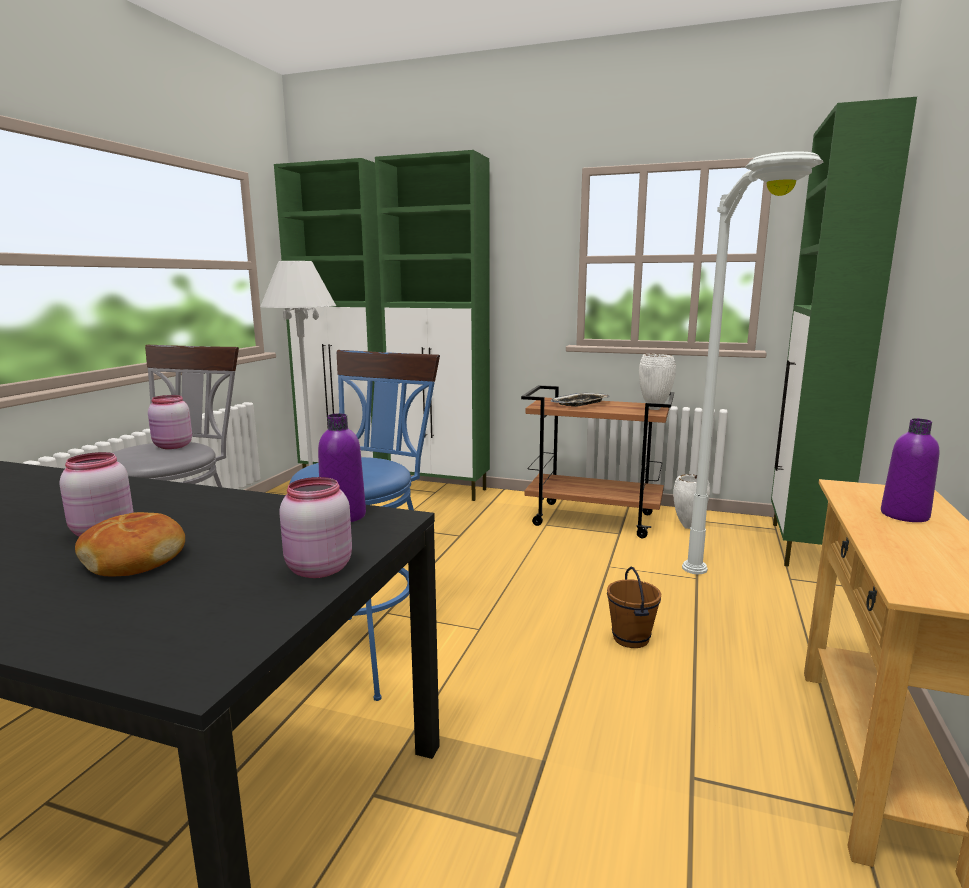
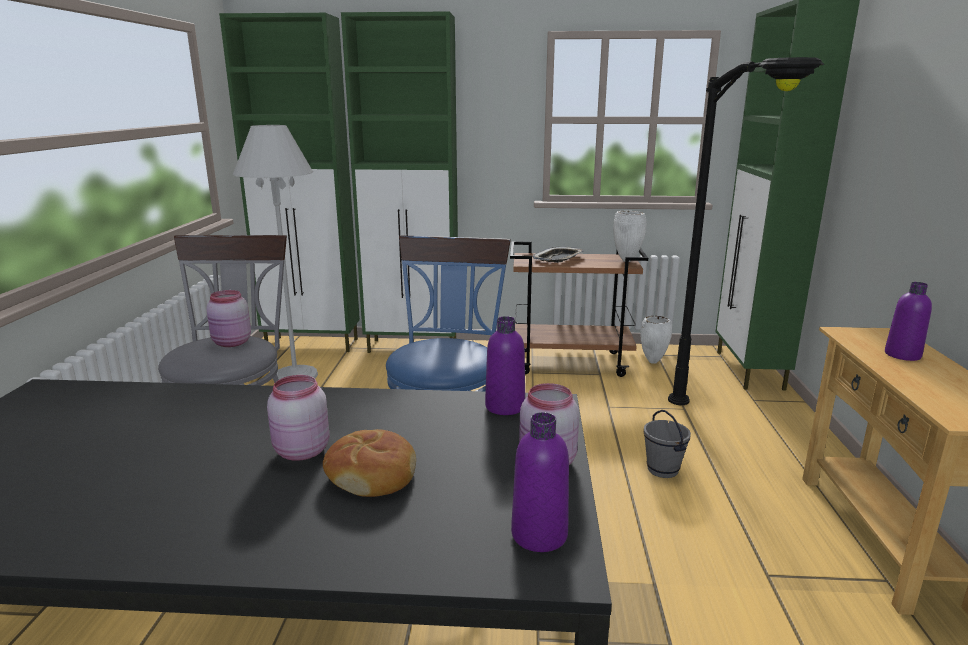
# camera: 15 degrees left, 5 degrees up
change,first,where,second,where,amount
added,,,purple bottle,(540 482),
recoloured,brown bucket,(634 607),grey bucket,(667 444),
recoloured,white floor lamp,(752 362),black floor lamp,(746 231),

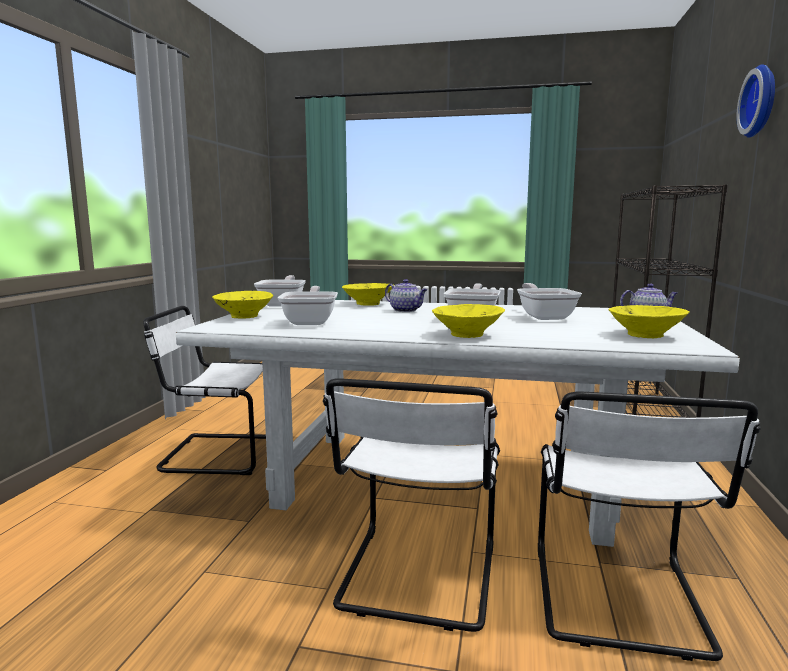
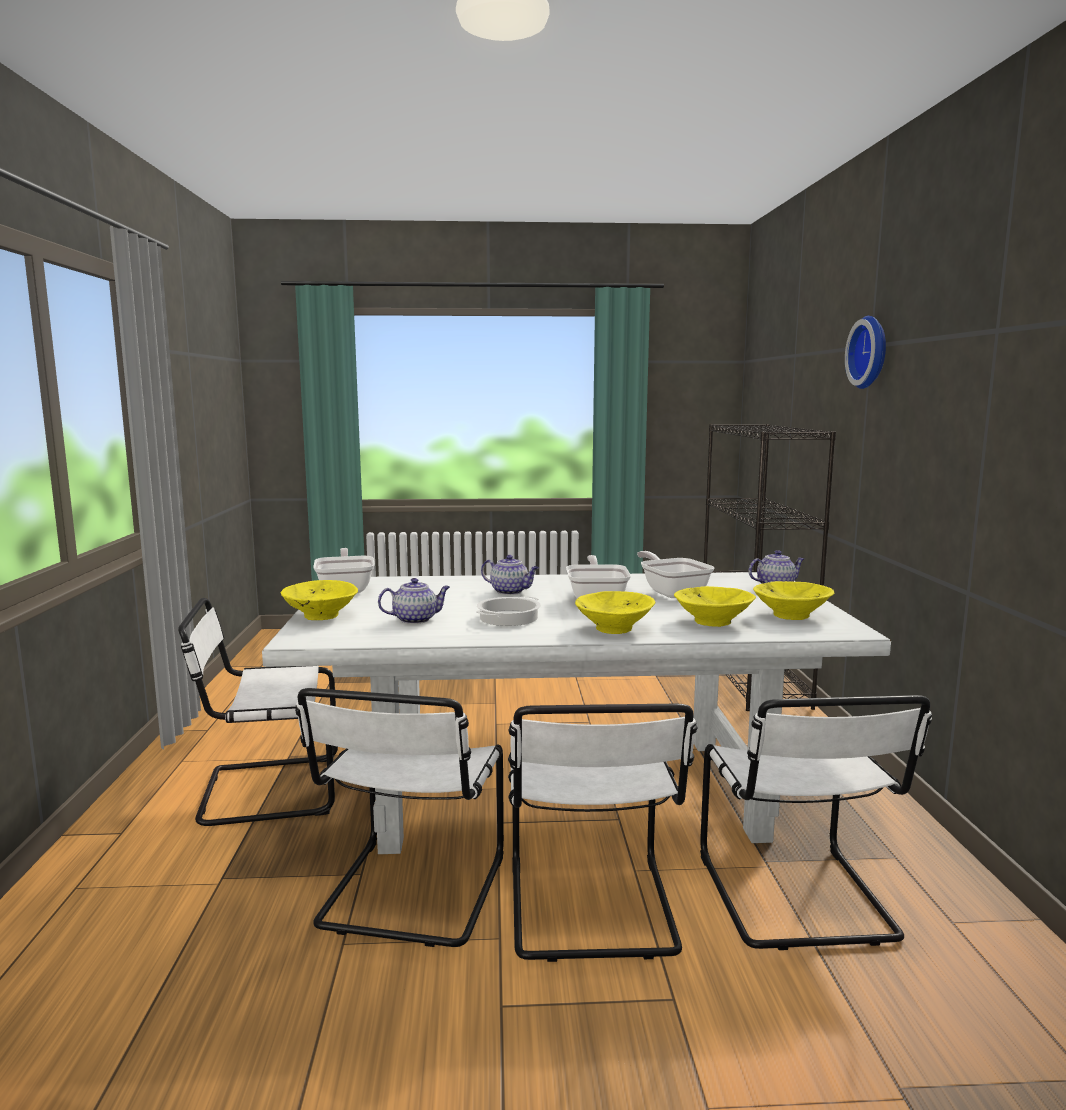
# camera: 15 degrees left, 0 degrees up
change,first,where,second,where,amount
added,,,white chair,(399 817),
replaced,frying pan,(308 305),teapot,(414 601),
added,,,cooking pot,(508 611),
moved,yellow bowl,(367 294),,(715 606),

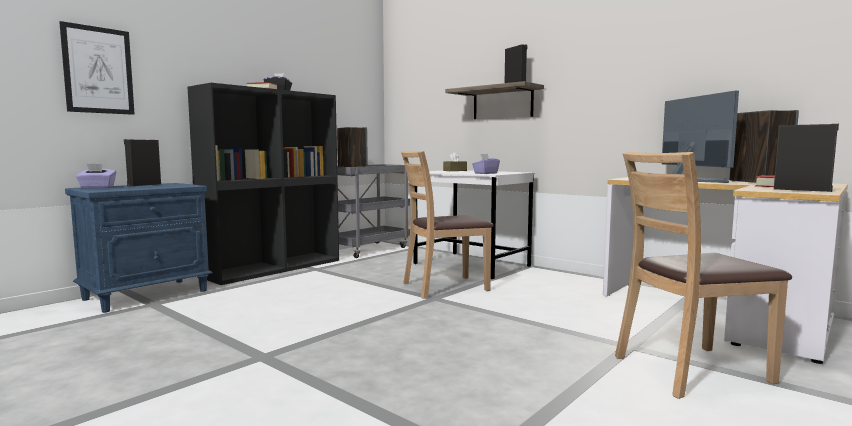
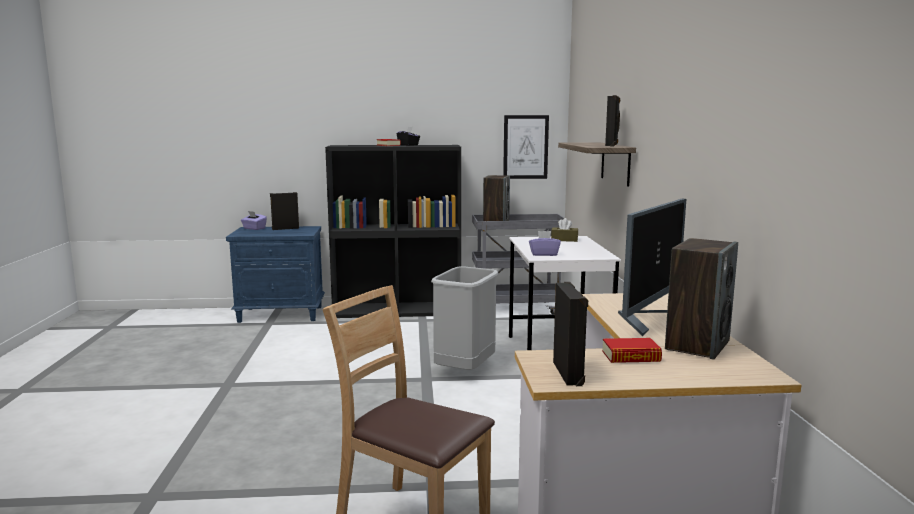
# camera: 45 degrees right, 5 degrees up
change,first,where,second,where,amount
replaced,brown chair,(447 225),grey trash can,(464 318),
moved,picture,(97 68),,(526 147),

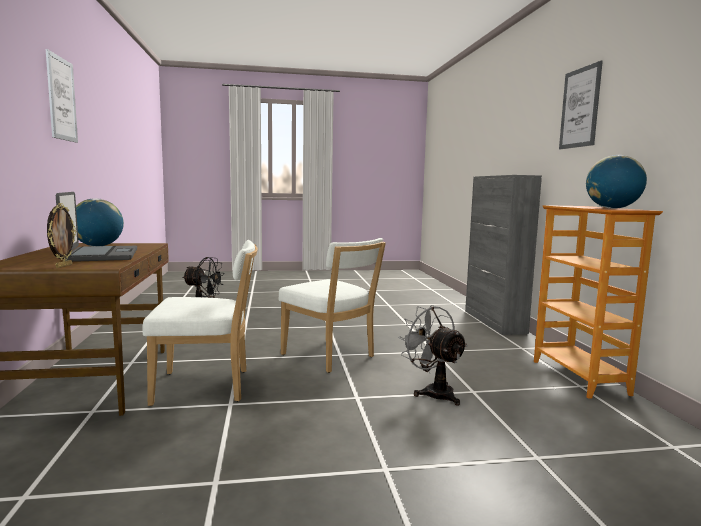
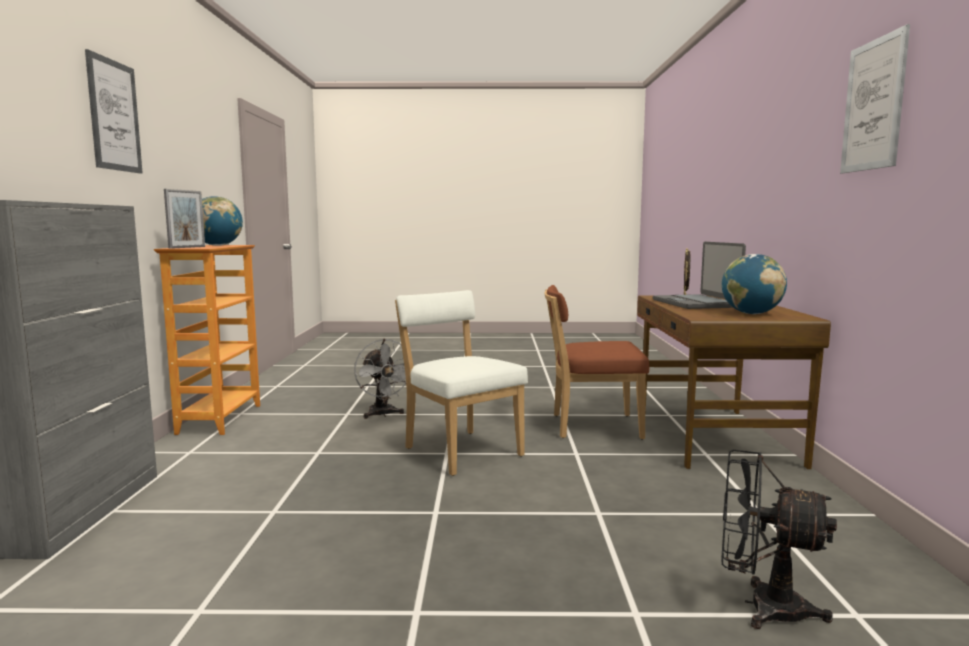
# camera: 170 degrees left, 0 degrees up
change,first,where,second,where,amount
added,,,picture frame,(184 219),
recoloured,white chair,(200 323),brown chair,(596 362),

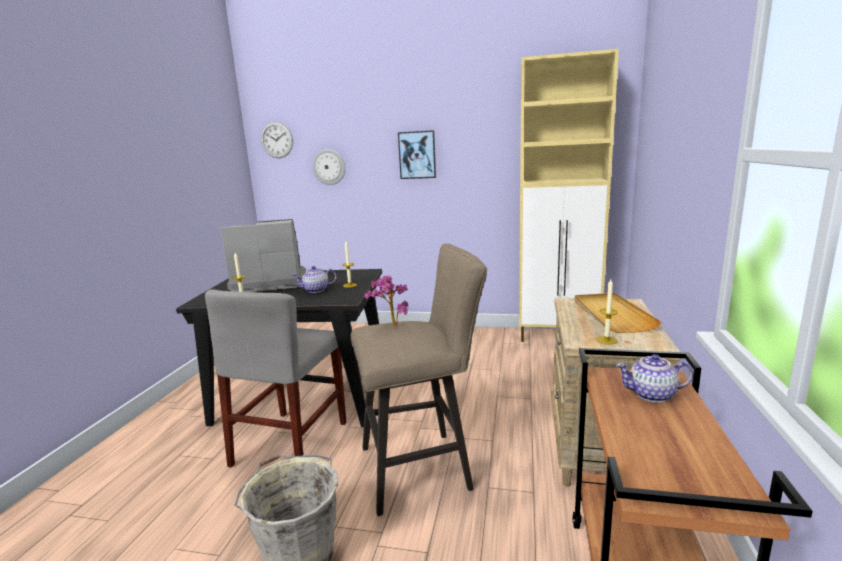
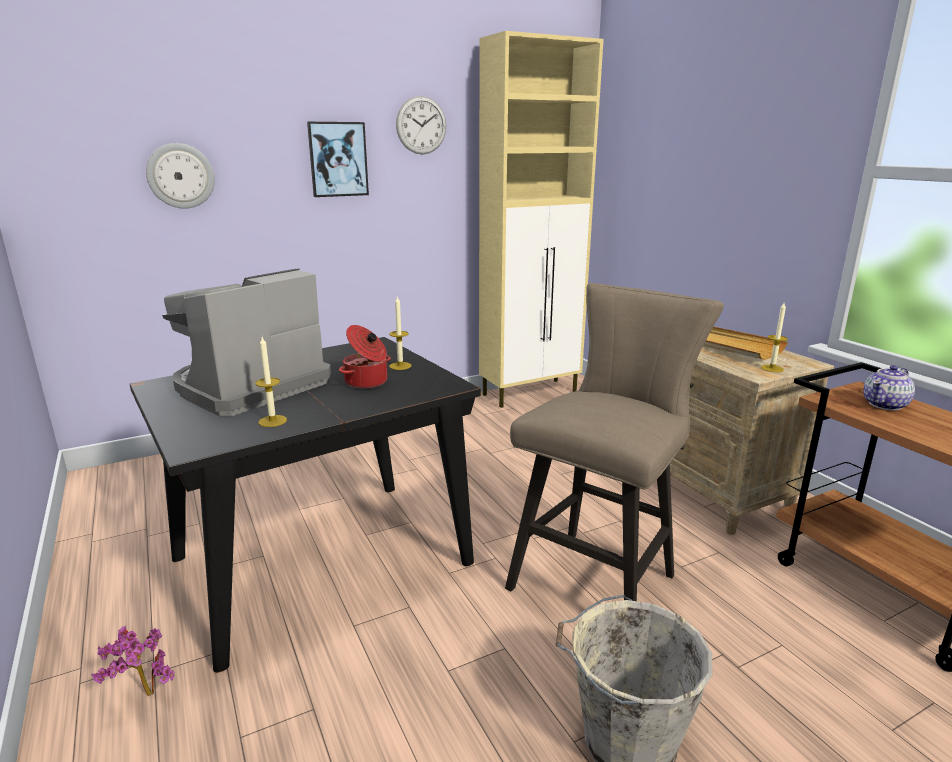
# camera: 40 degrees left, 5 degrees up
change,first,where,second,where,amount
moved,potted plant,(386 301),,(133 661),
replaced,teapot,(314 279),cooking pot,(365 357),
moved,wall clock,(277 140),,(421 125),
removed,grey chair,(275 378),,,

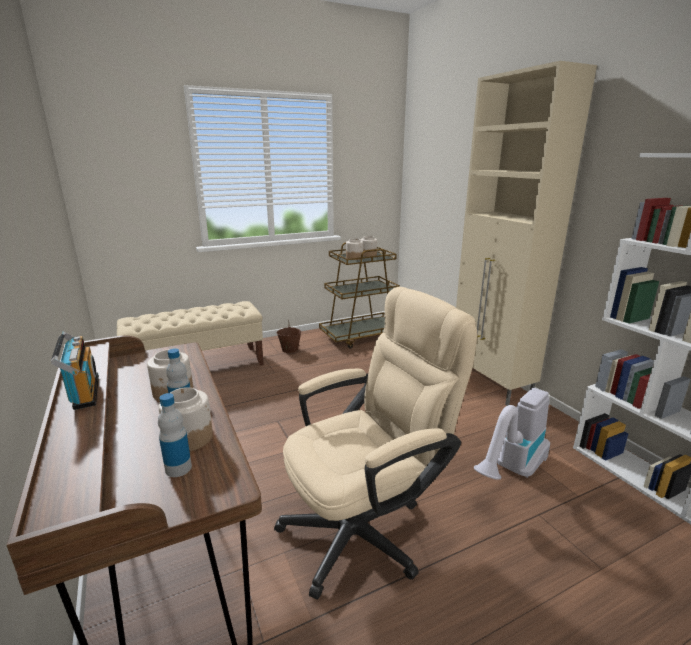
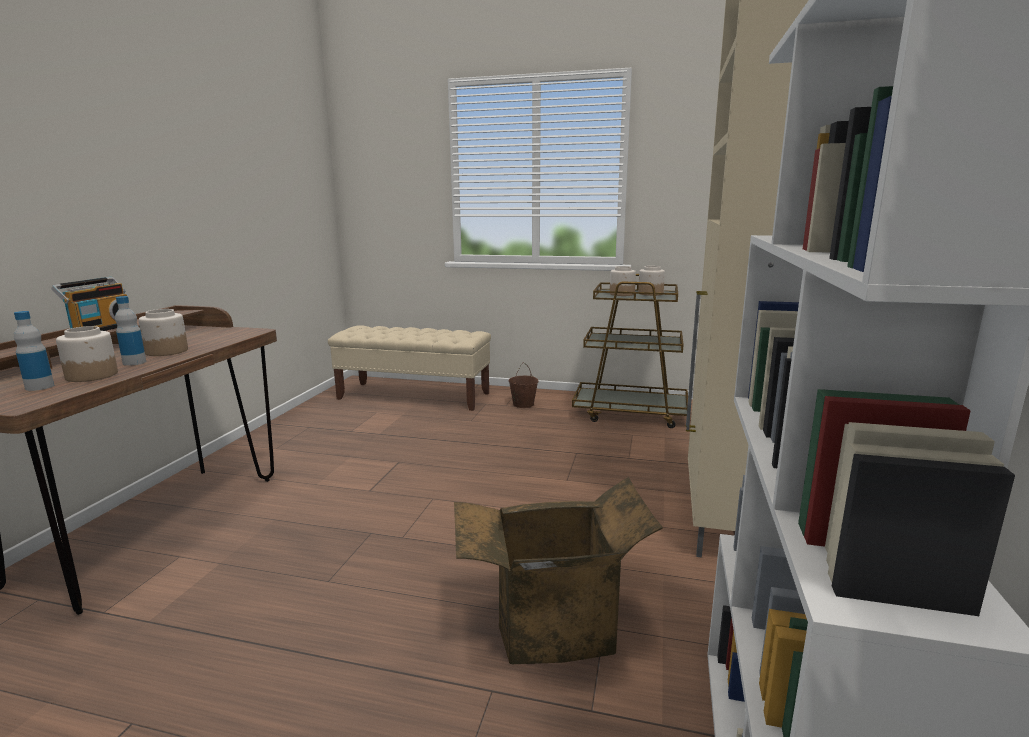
# camera: 40 degrees right, 5 degrees down
change,first,where,second,where,amount
replaced,vacuum cleaner,(512 434),cardboard box,(558 570),
removed,beige office chair,(376 443),,,

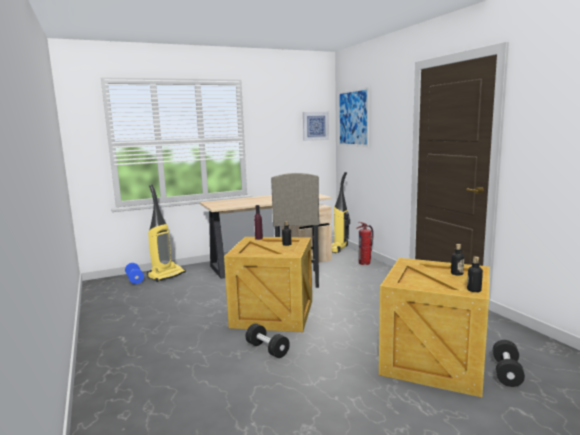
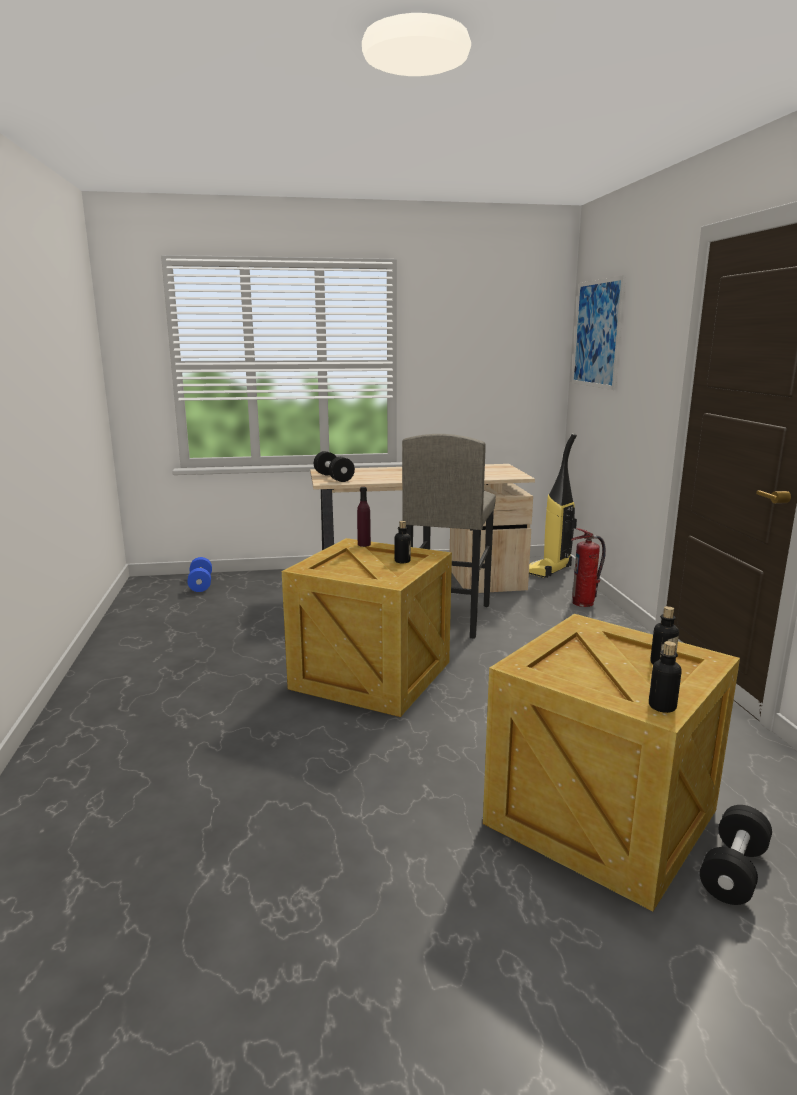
# camera: 15 degrees right, 5 degrees up
change,first,where,second,where,amount
moved,black dumbbell,(268 340),,(334 466),
removed,vacuum cleaner,(166 233),,,
removed,picture,(316 126),,,

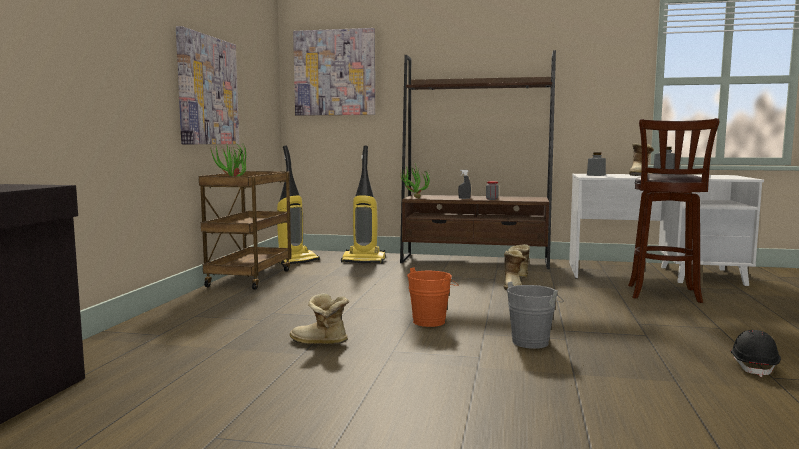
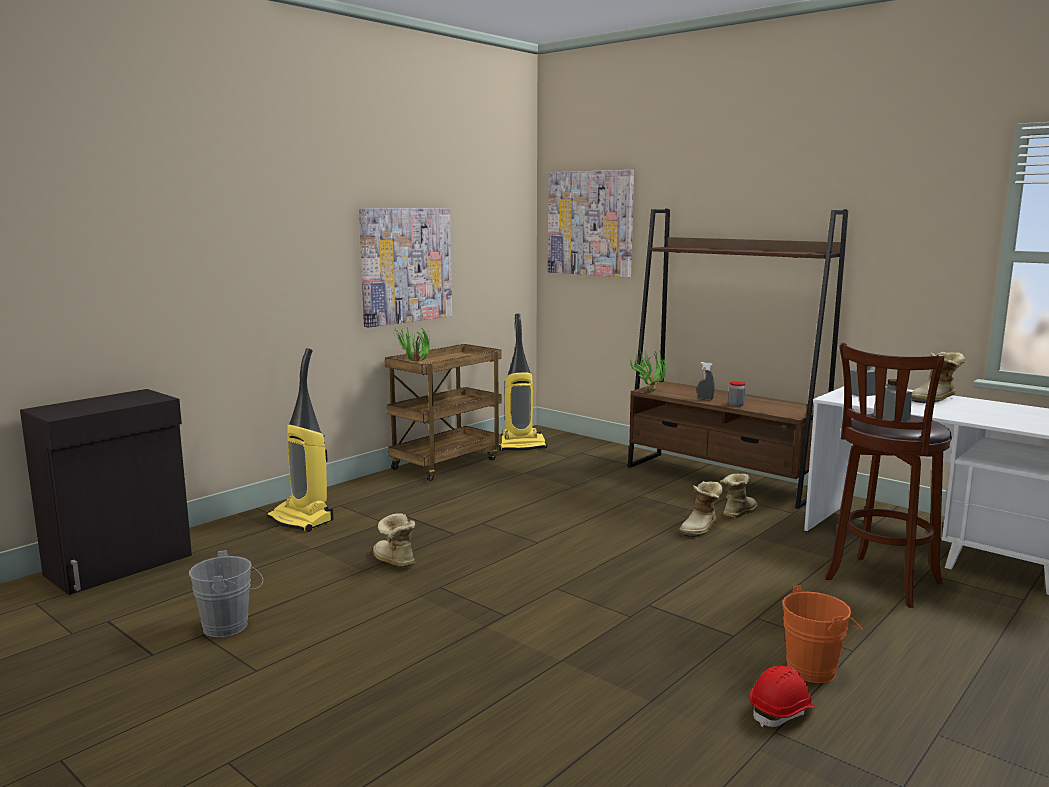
# camera: 30 degrees right, 5 degrees up
change,first,where,second,where,amount
moved,grey bucket,(535 315),,(226 593),
moved,vacuum cleaner,(363 205),,(300 440),
recoloured,black hard hat,(755 353),red hard hat,(782 696),
moved,orange bucket,(433 297),,(822 634),

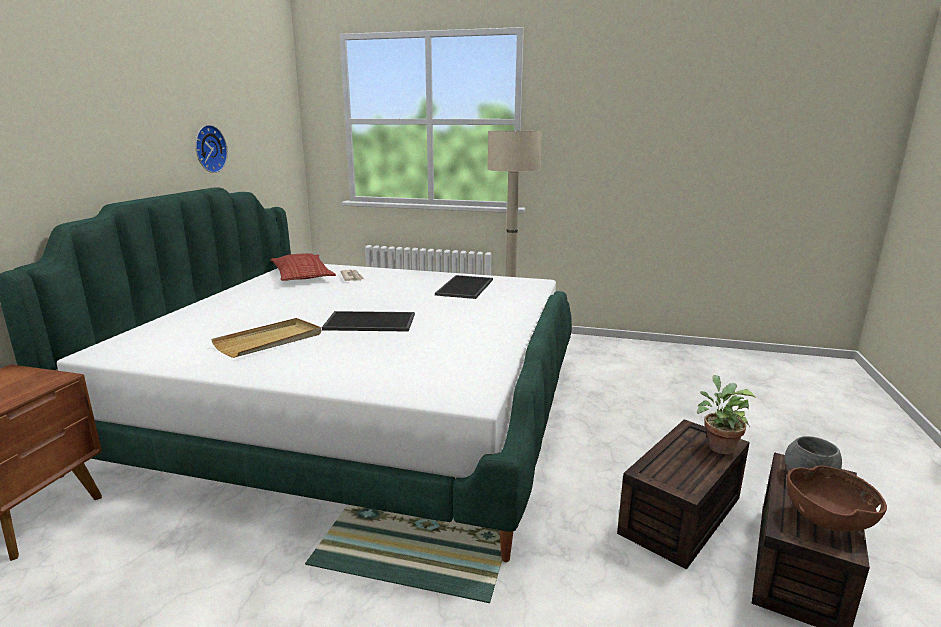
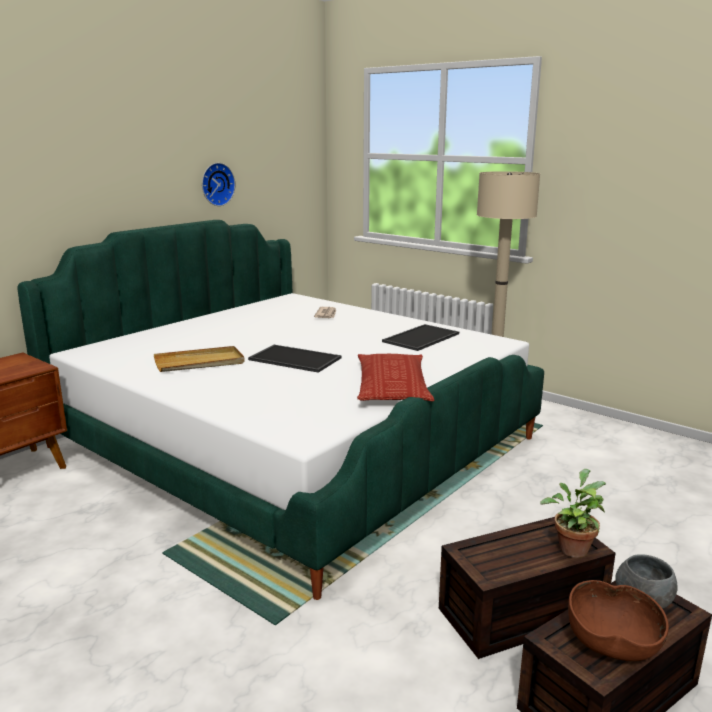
# camera: 25 degrees right, 0 degrees up
change,first,where,second,where,amount
moved,pillow,(303 267),,(395 378),

